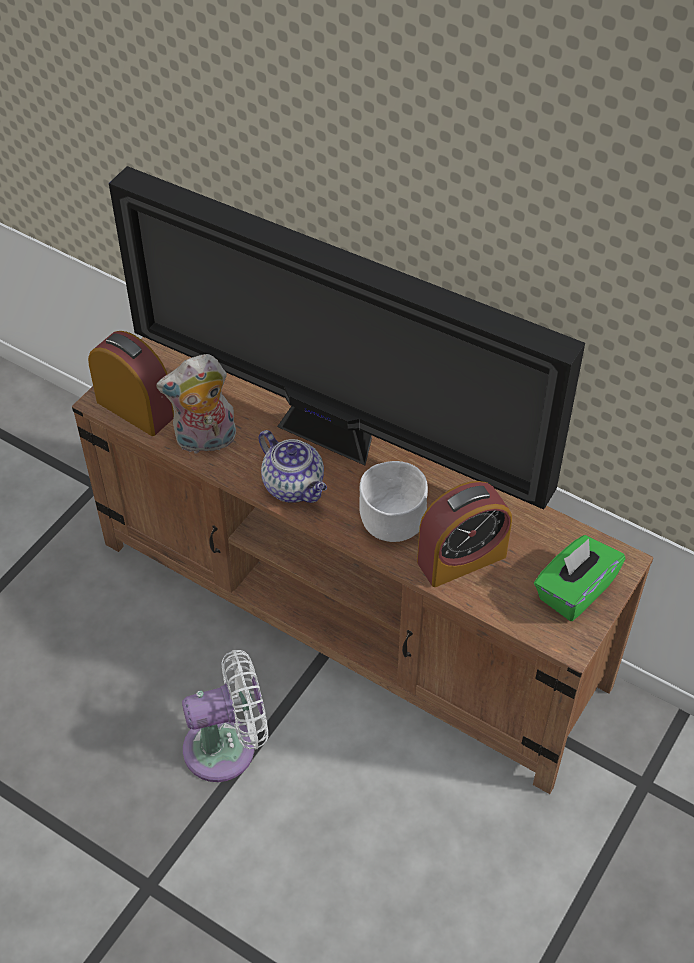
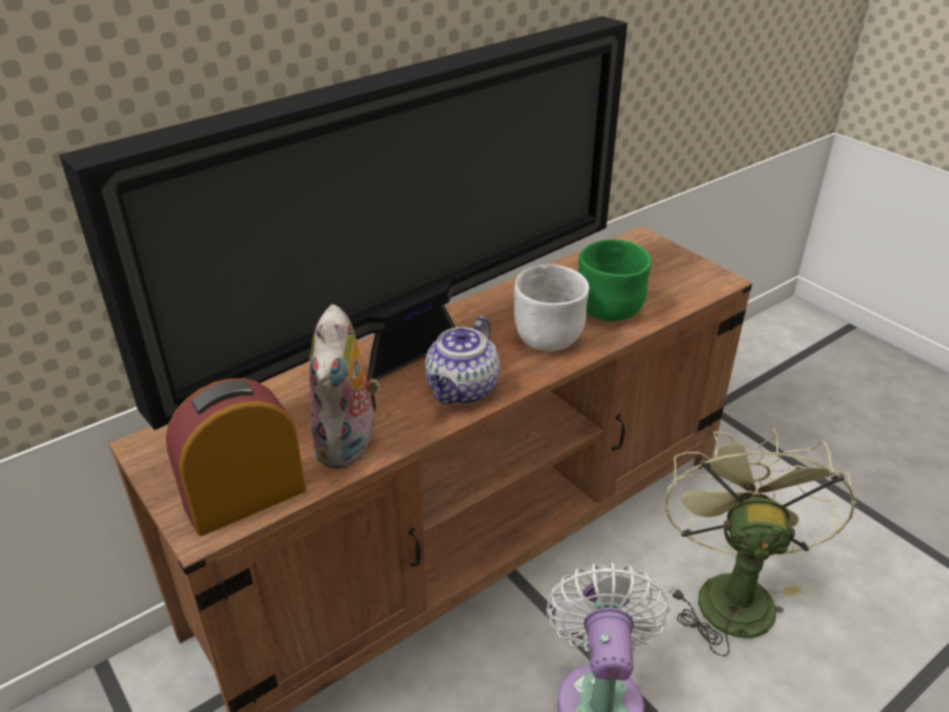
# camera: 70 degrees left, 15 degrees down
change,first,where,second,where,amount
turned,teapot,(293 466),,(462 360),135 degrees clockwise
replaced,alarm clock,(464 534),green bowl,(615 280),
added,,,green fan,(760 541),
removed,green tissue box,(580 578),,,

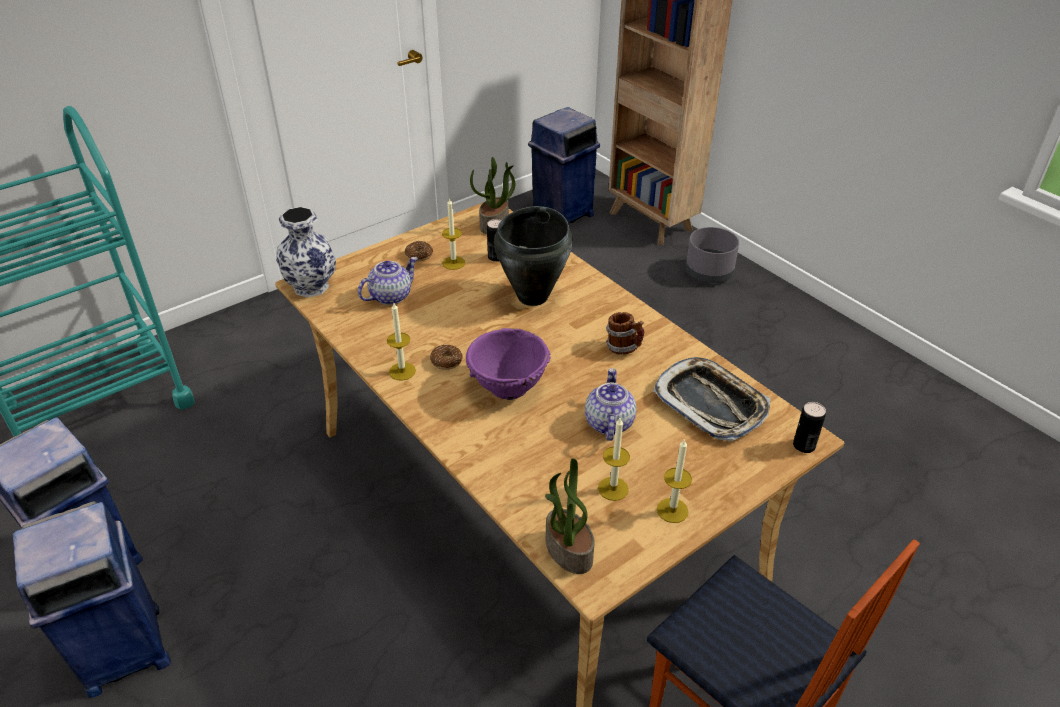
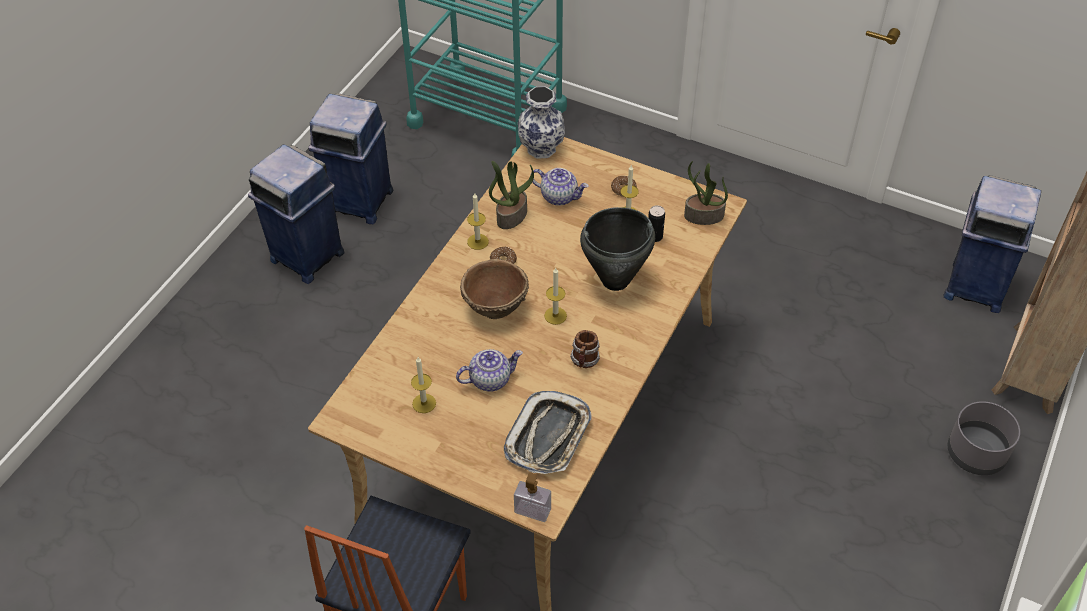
# camera: 65 degrees right, 10 degrees up
change,first,where,second,where,amount
recoloured,purple bowl,(508 364),brown bowl,(494 289),
moved,potted plant,(570 516),,(511 195),
replaced,can,(809 427),soap dispenser,(532 497),
moved,candle,(674 480),,(555 296),

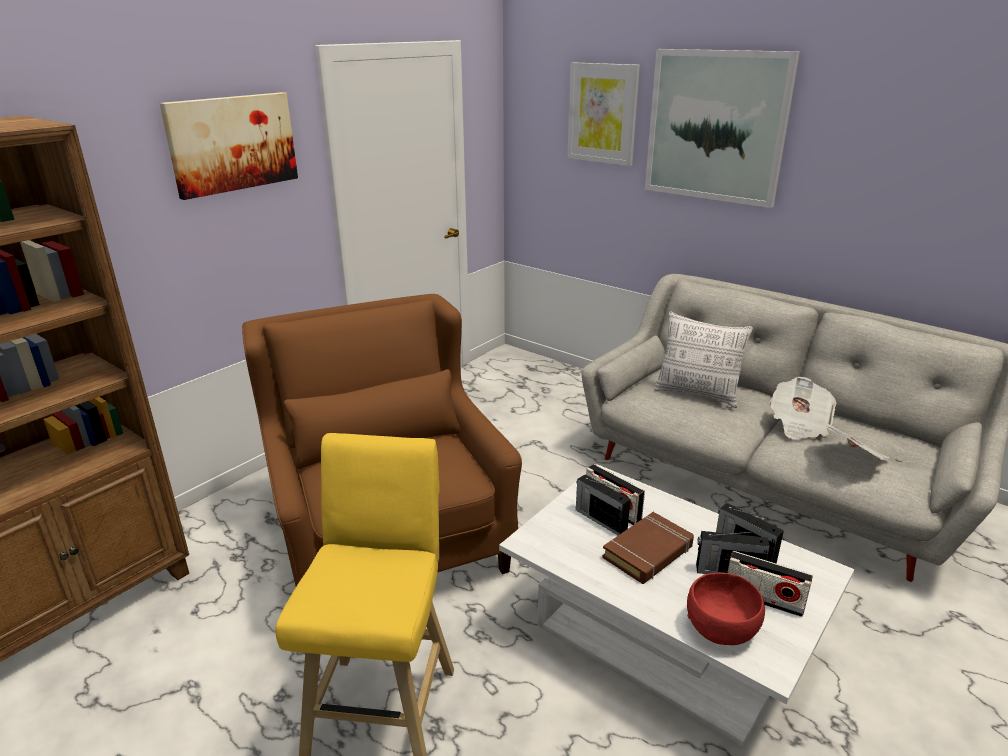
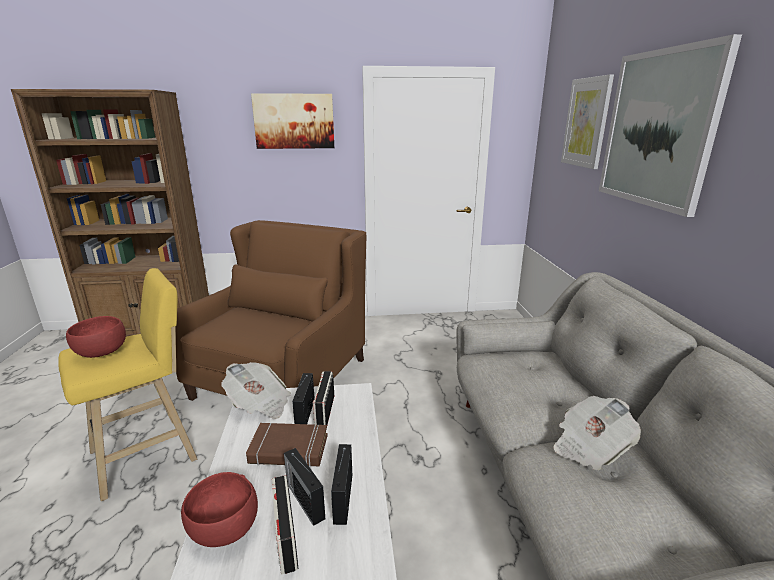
# camera: 45 degrees right, 5 degrees down
change,first,where,second,where,amount
added,,,red bowl,(96 337),
moved,newspaper,(854 441),,(256 390),
removed,pillow,(703 359),,,

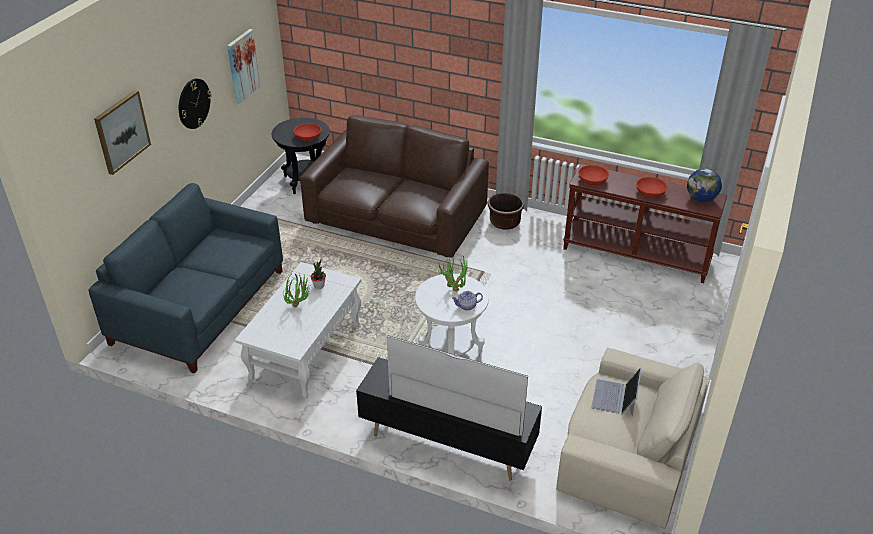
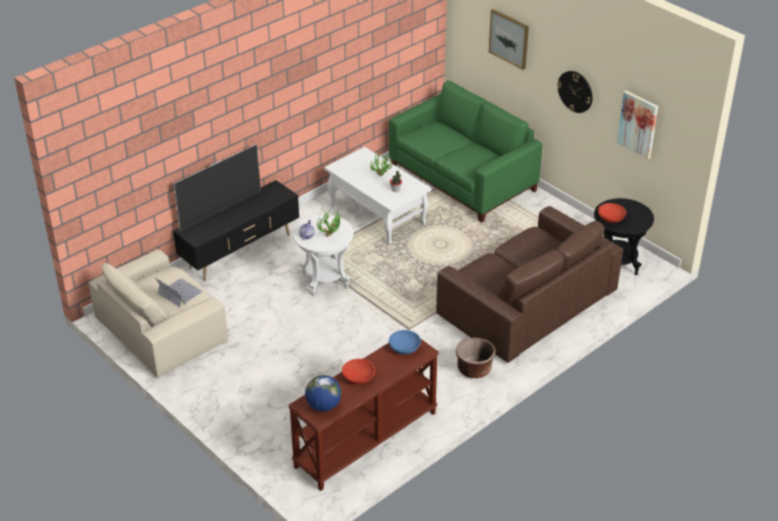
# camera: 115 degrees right, 0 degrees up
change,first,where,second,where,amount
recoloured,red bowl,(593 175),blue bowl,(404 342),
recoloured,blue sofa,(185 278),green sofa,(465 152),

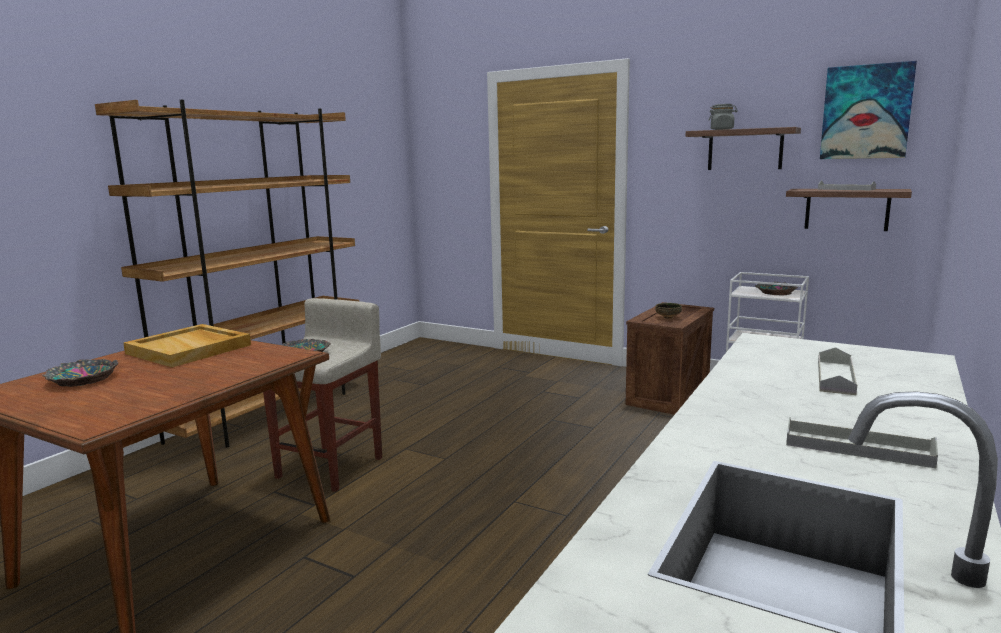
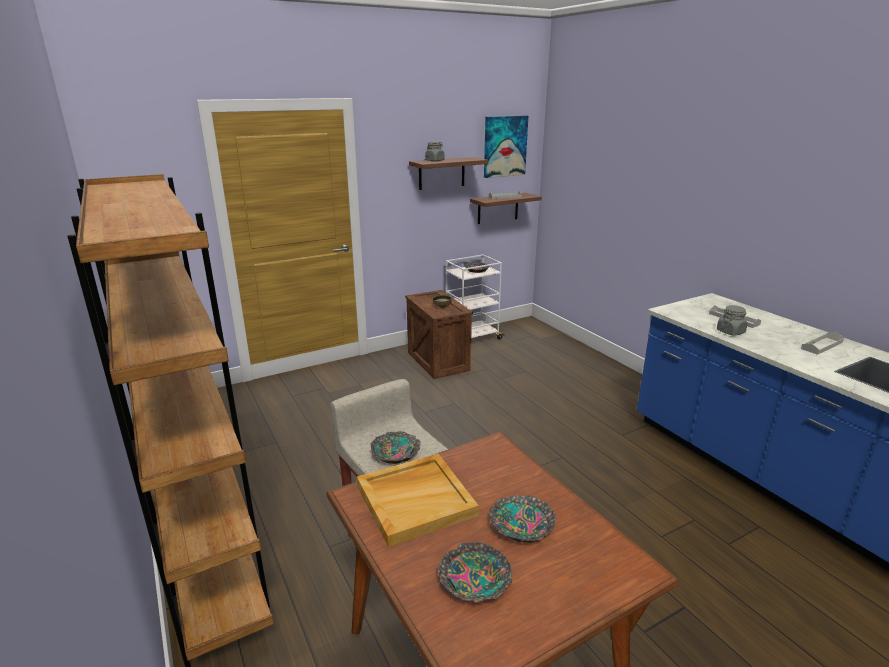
# camera: 60 degrees left, 10 degrees up
change,first,where,second,where,amount
added,,,bowl,(523 518),
added,,,grey jar,(732 320),

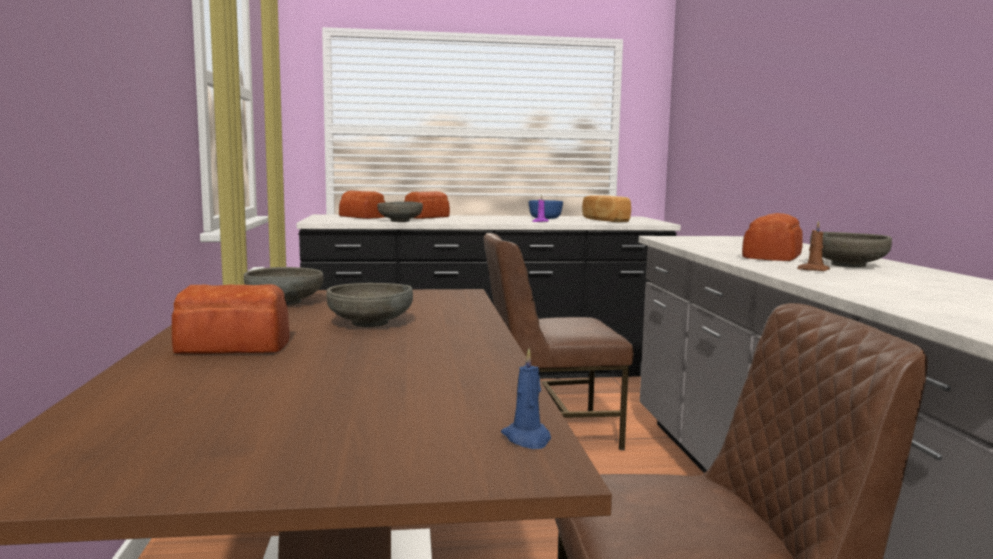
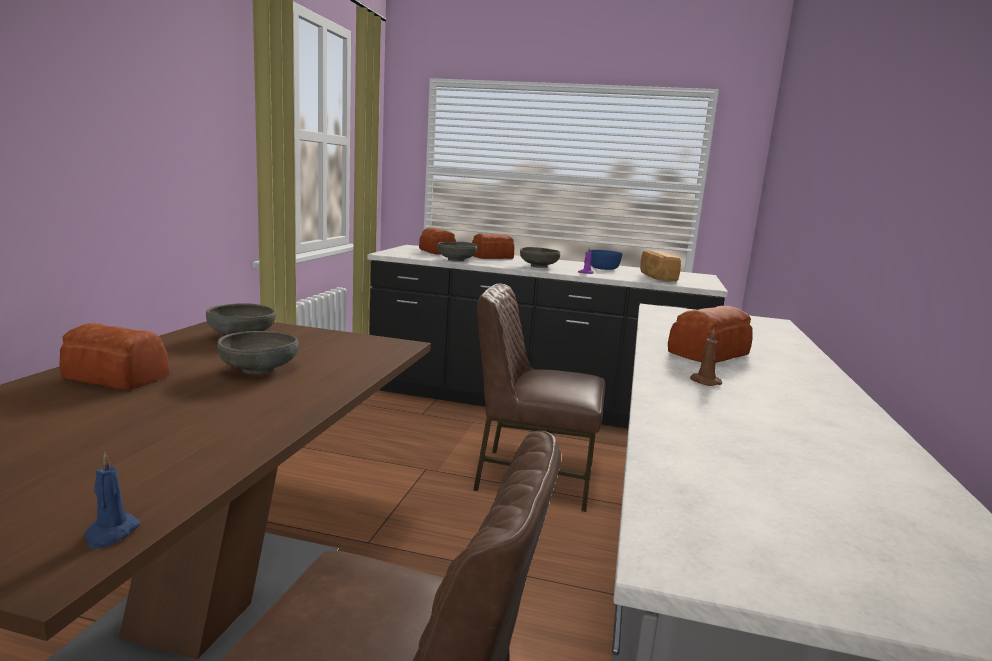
# camera: 20 degrees right, 5 degrees up
change,first,where,second,where,amount
moved,grey bowl,(851 250),,(540 257),

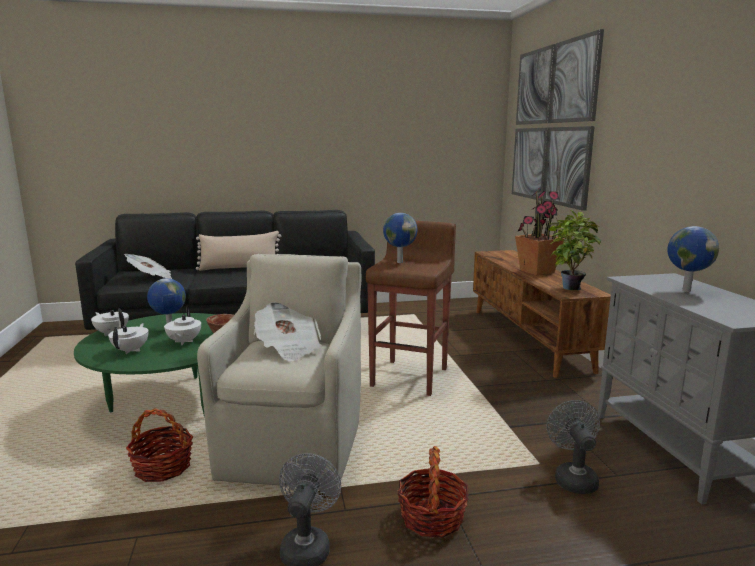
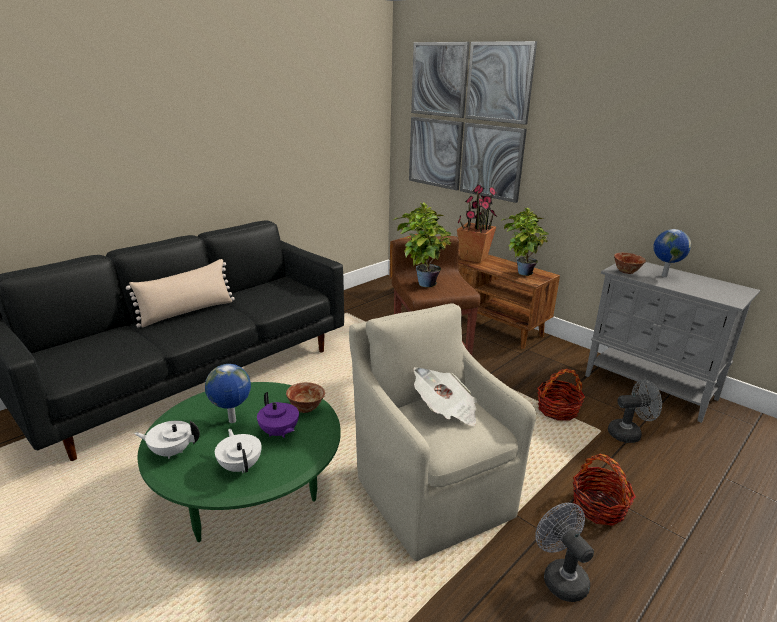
# camera: 35 degrees left, 10 degrees up
change,first,where,second,where,amount
recoloured,white teapot,(182 326),purple teapot,(278 415),
replaced,globe,(400 238),potted plant,(422 245),
moved,basket,(159 445),,(561 395),
turned,grey fan,(573 447),,(635 411),120 degrees clockwise
added,,,bowl,(630 263),
removed,newspaper,(148 266),,,

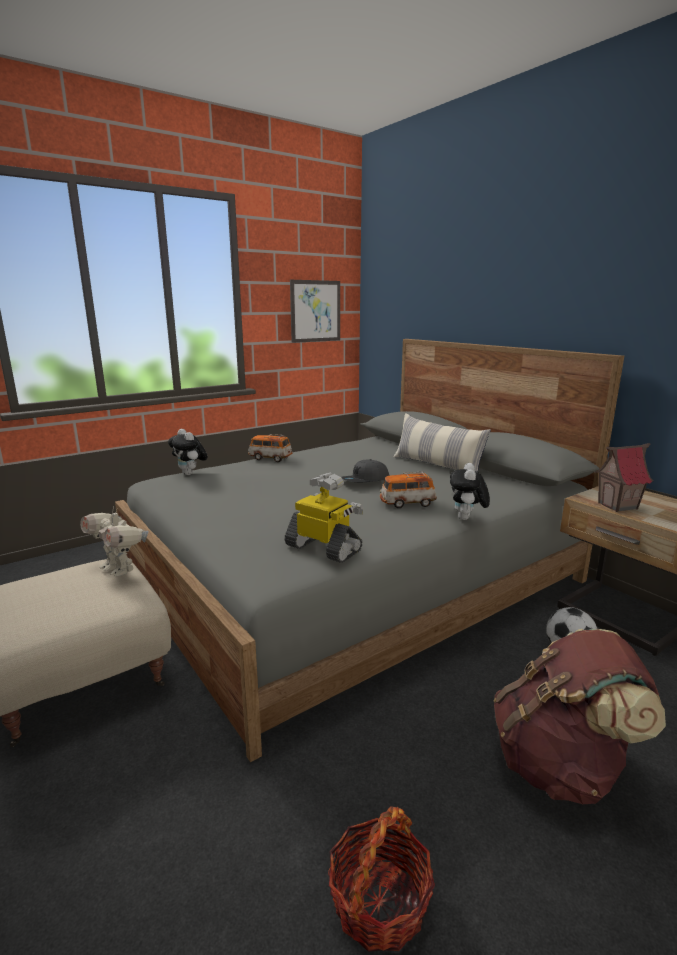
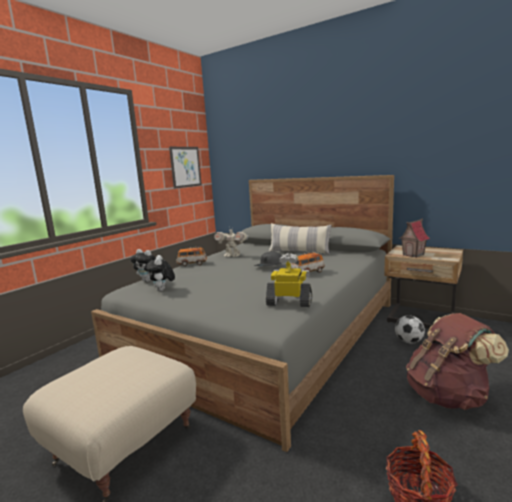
# camera: 20 degrees left, 5 degrees down
change,first,where,second,where,amount
moved,plush toy,(470 491),,(161 273),
moved,toy robot,(114 541),,(231 241),

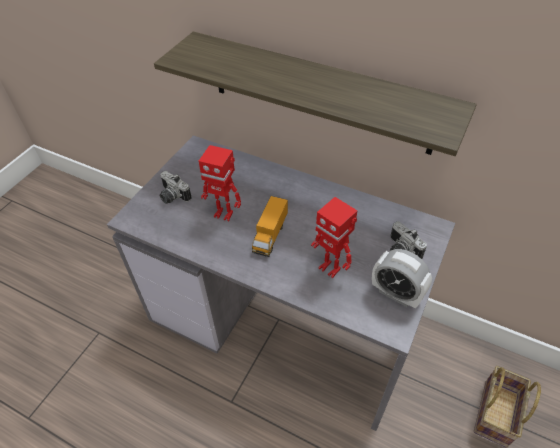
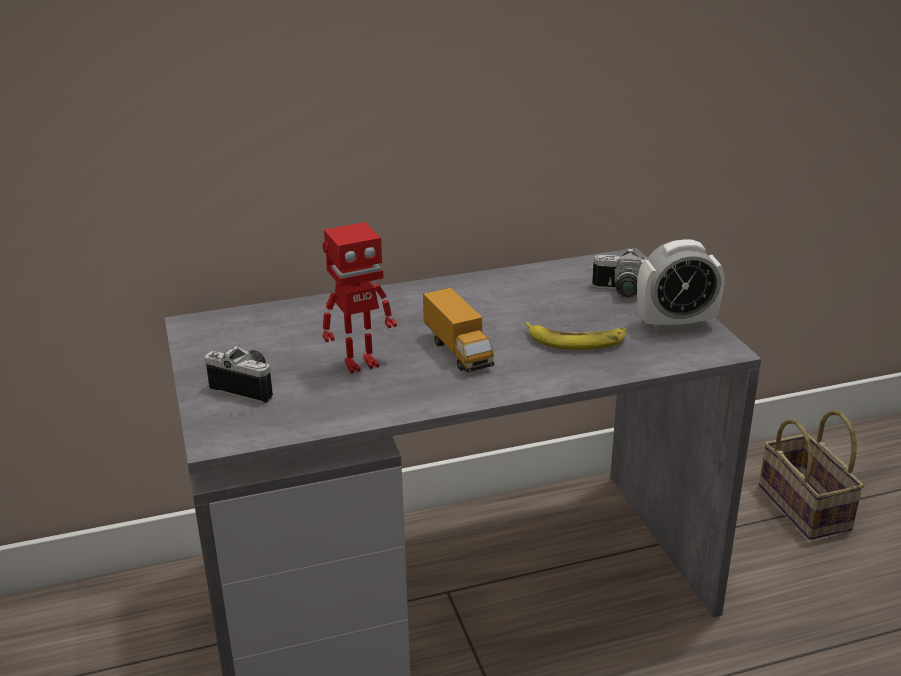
# camera: 45 degrees left, 20 degrees down
change,first,where,second,where,amount
turned,photo camera,(175 187),,(239 374),150 degrees counterclockwise
replaced,toy robot,(334 237),banana,(576 336),
removed,shelf,(315 94),,,

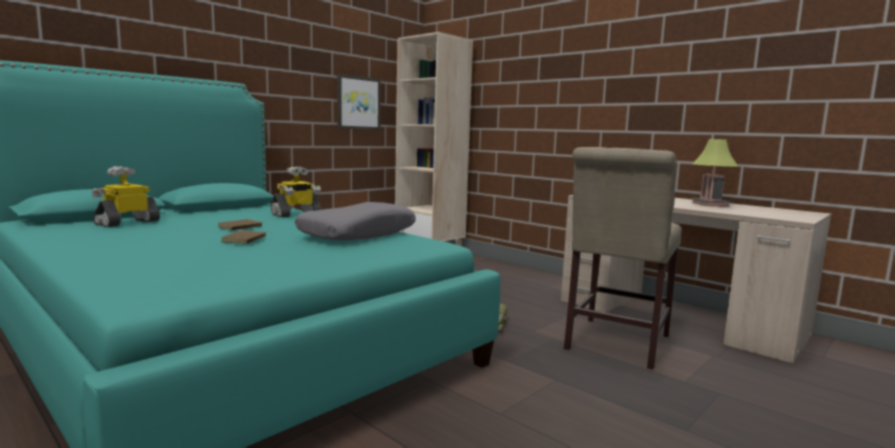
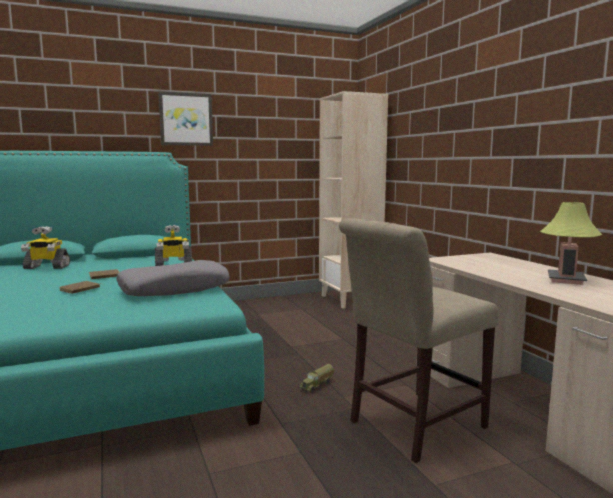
# camera: 25 degrees right, 0 degrees up
change,first,where,second,where,amount
turned,toy robot,(126 196),,(45 247),150 degrees counterclockwise
moved,picture,(359 102),,(185 118),

